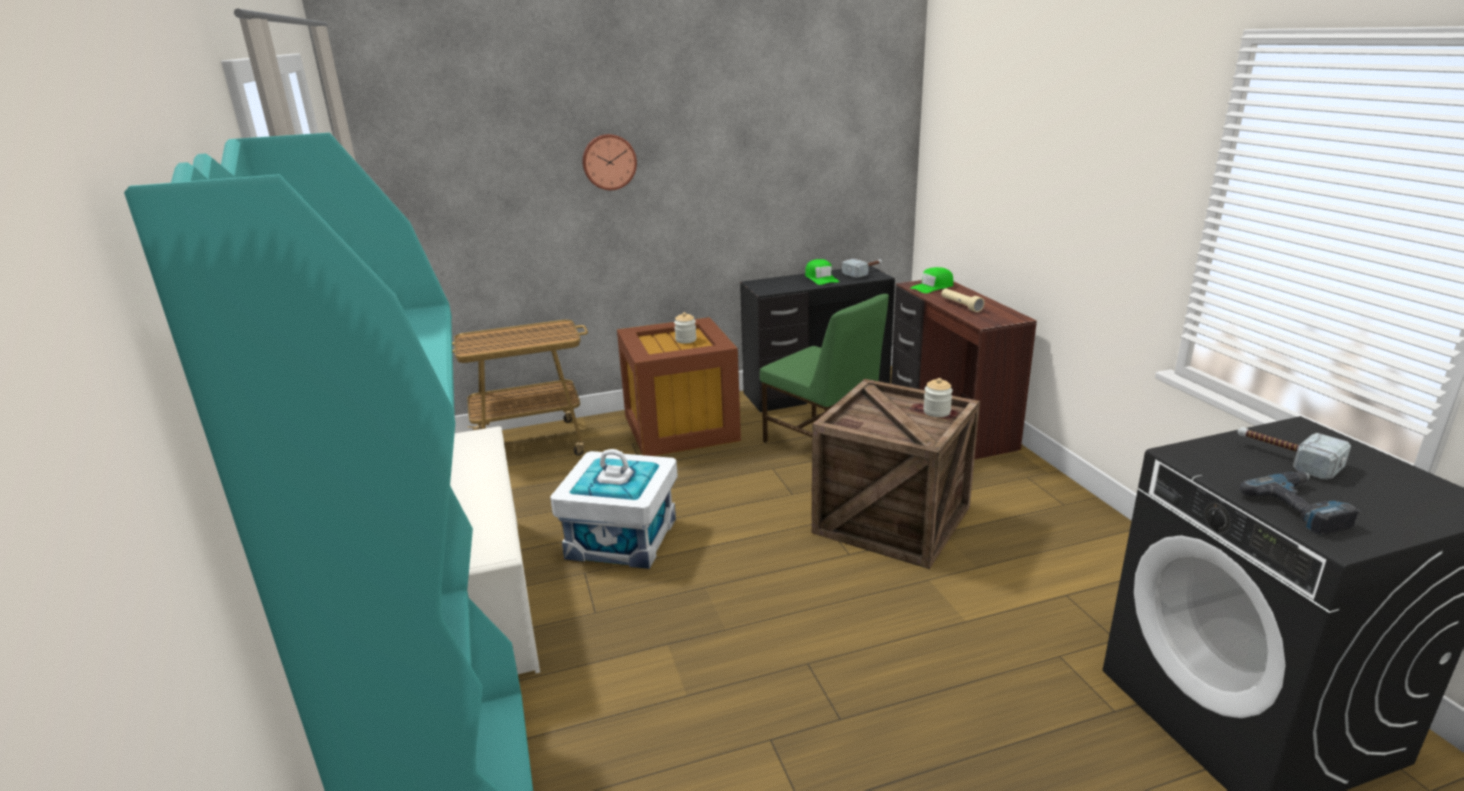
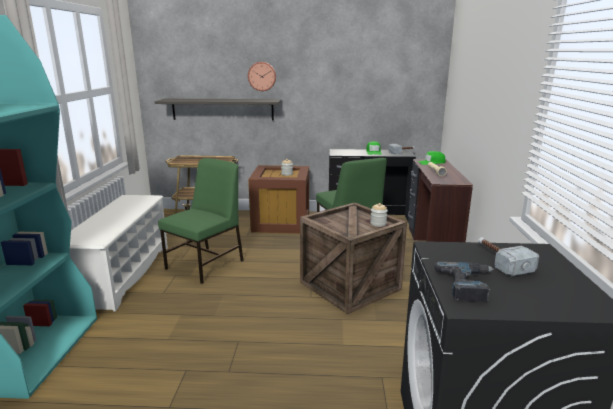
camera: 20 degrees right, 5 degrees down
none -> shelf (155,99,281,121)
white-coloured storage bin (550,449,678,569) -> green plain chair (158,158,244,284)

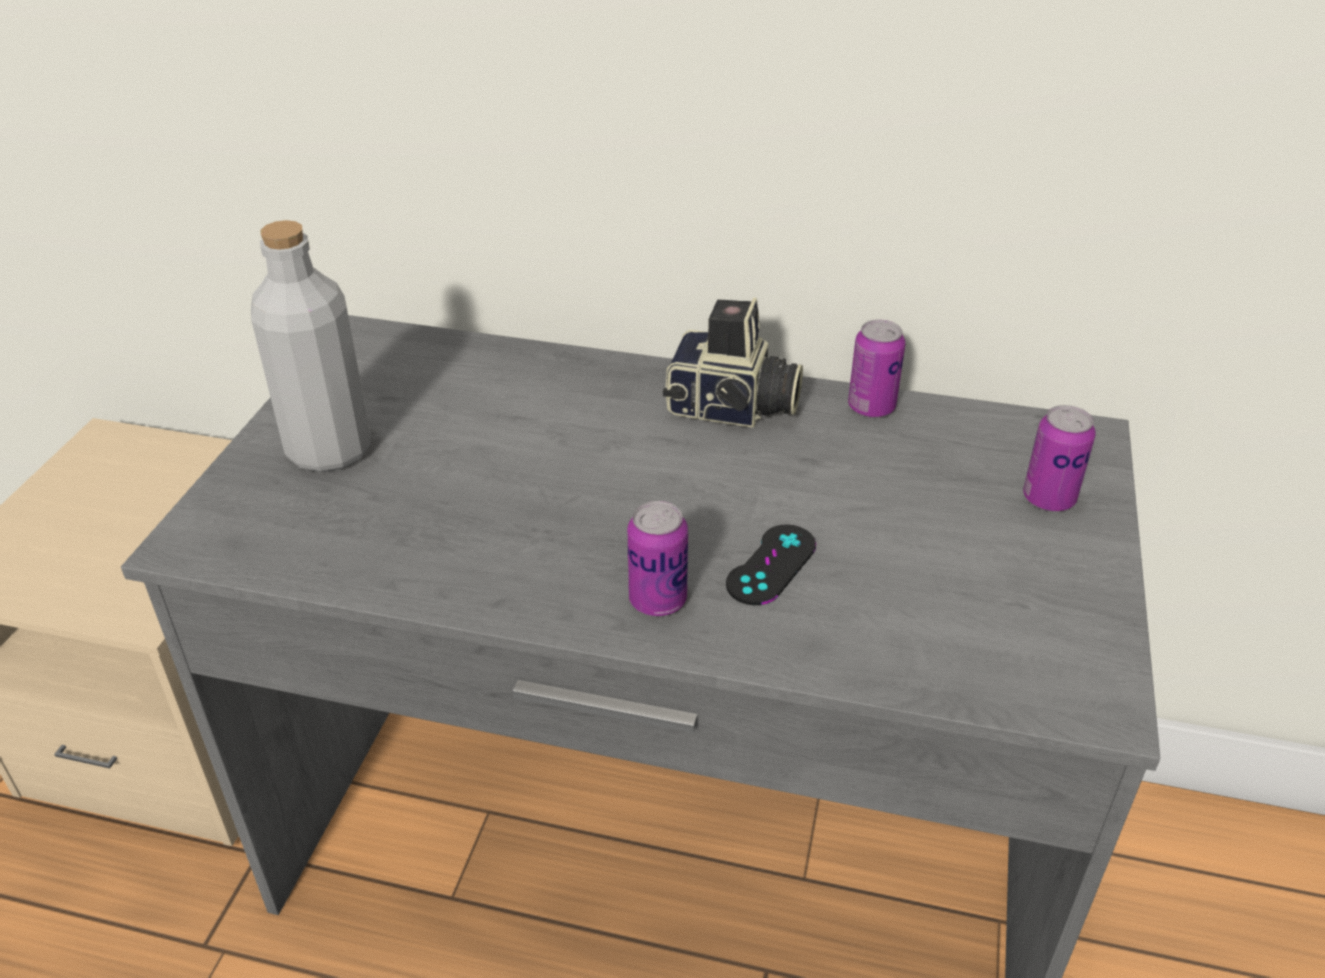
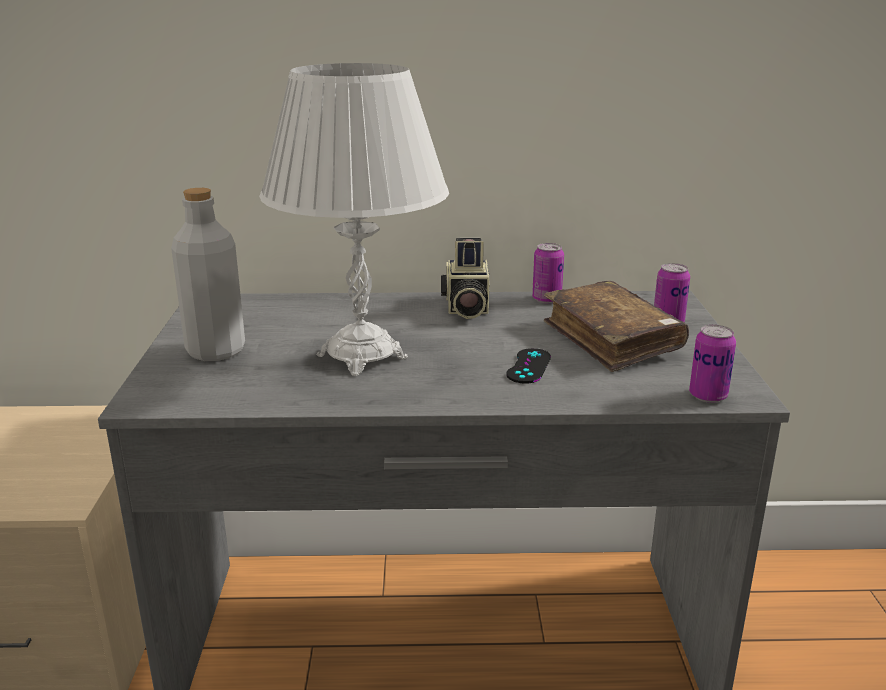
camera: 15 degrees left, 15 degrees down
none -> white-coloured tabletop lamp (259,63,449,376)
photo camera (663,298,803,428) -> photo camera (441,238,490,319), 90 degrees clockwise
none -> brown-coloured book (544,281,689,372)
metal can (627,501,688,616) -> metal can (689,325,736,403), shifted

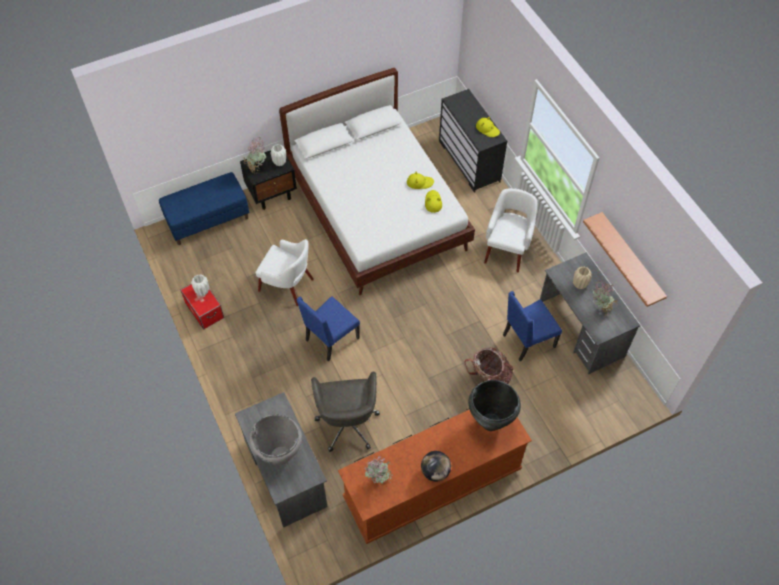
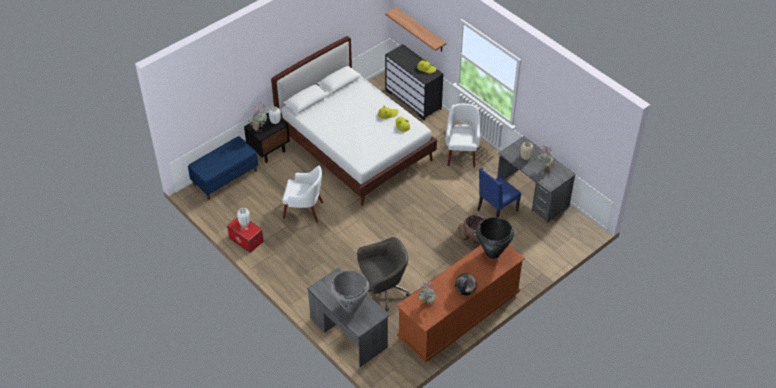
camera: 15 degrees left, 10 degrees down
gray desk chair (311,371,380,452) -> gray desk chair (357,237,410,311), 90 degrees counterclockwise
shelf (583,212,667,307) -> shelf (385,7,446,52), shifted
blue-coloured plain chair (297,296,360,362) -> none

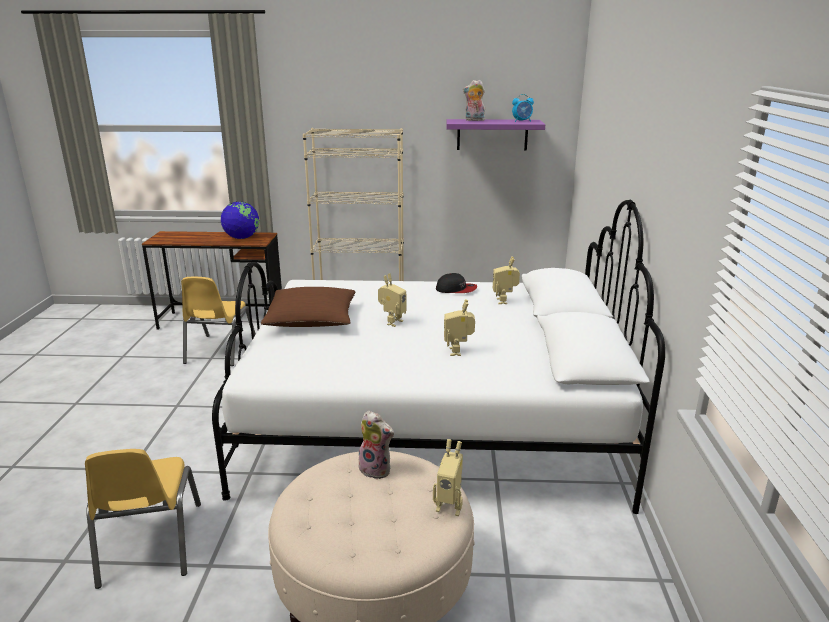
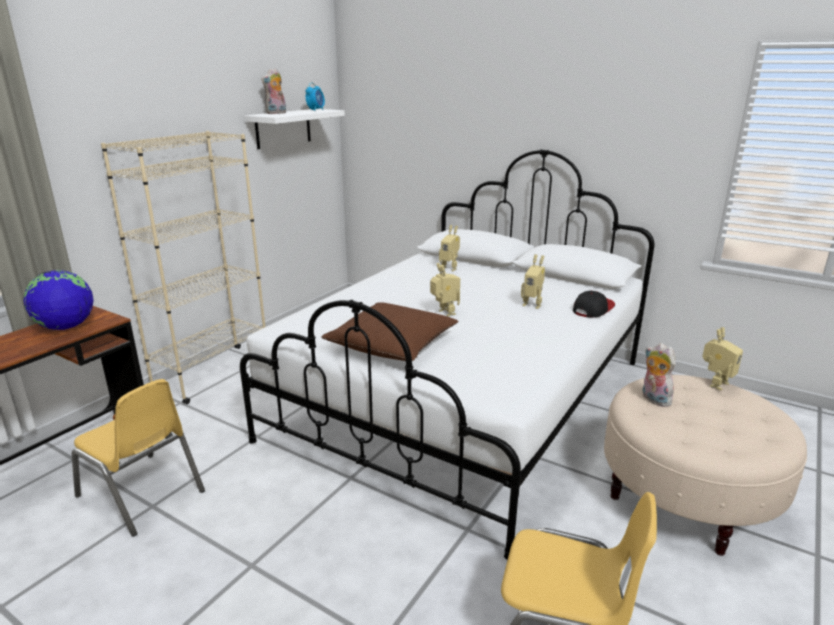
camera: 60 degrees left, 0 degrees up
purple-coloured shelf (446,119,545,151) -> white-coloured shelf (244,109,345,149)
cap (436,273,477,293) -> cap (573,291,615,318), shifted
plush toy (358,411,394,480) -> plush toy (642,343,676,407), 90 degrees counterclockwise

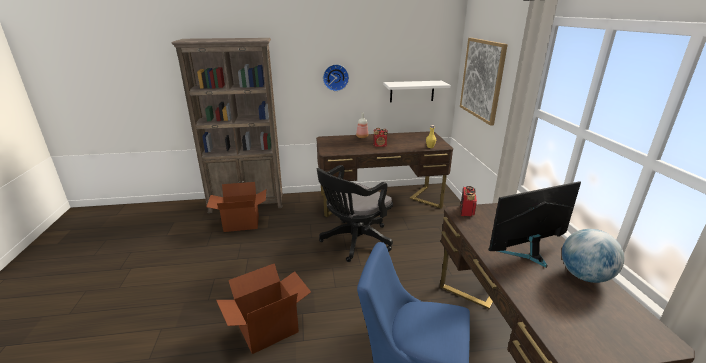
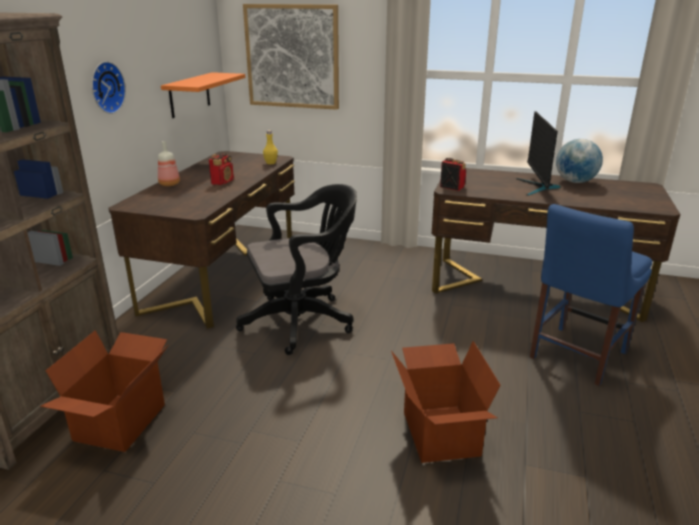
camera: 65 degrees left, 0 degrees up
white-coloured shelf (383,81,451,102) -> orange shelf (161,72,245,118)
black desk chair (317,165,393,262) -> black desk chair (236,184,357,355), 90 degrees counterclockwise

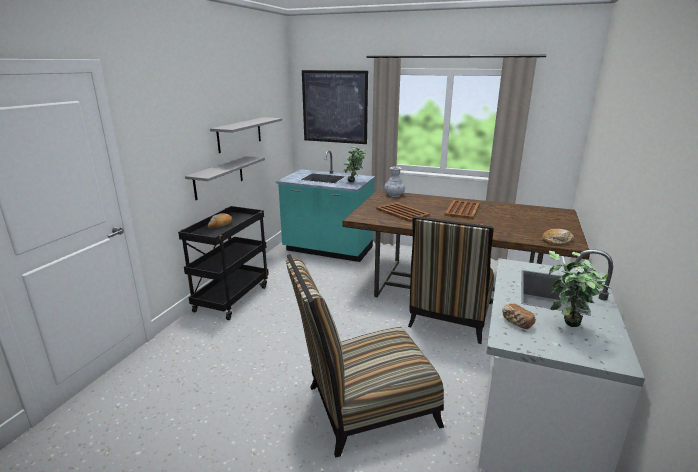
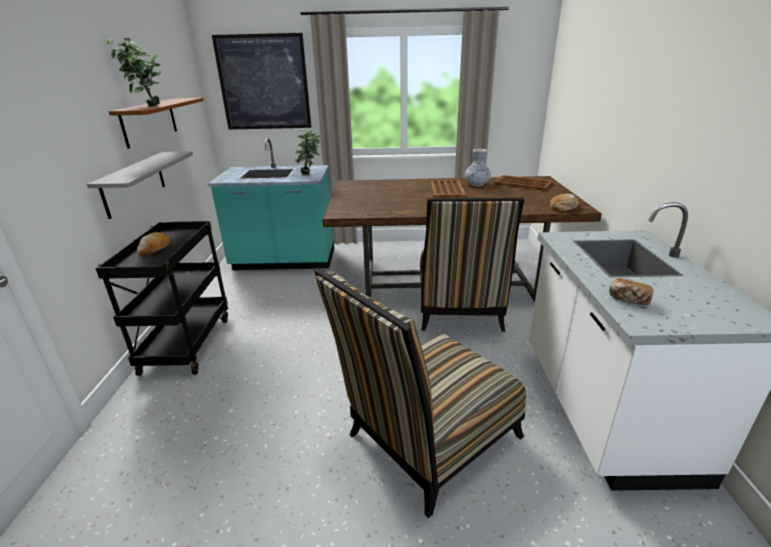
camera: 20 degrees left, 5 degrees up
houseplant (549,251,610,327) -> houseplant (107,38,161,106), shifted
gray shelf (210,117,282,153) -> brown-coloured shelf (109,98,204,149)
decorative vase (384,167,405,197) -> decorative vase (465,149,491,186), shifted
brown-coloured tray (376,202,430,222) -> brown-coloured tray (493,175,553,191), shifted

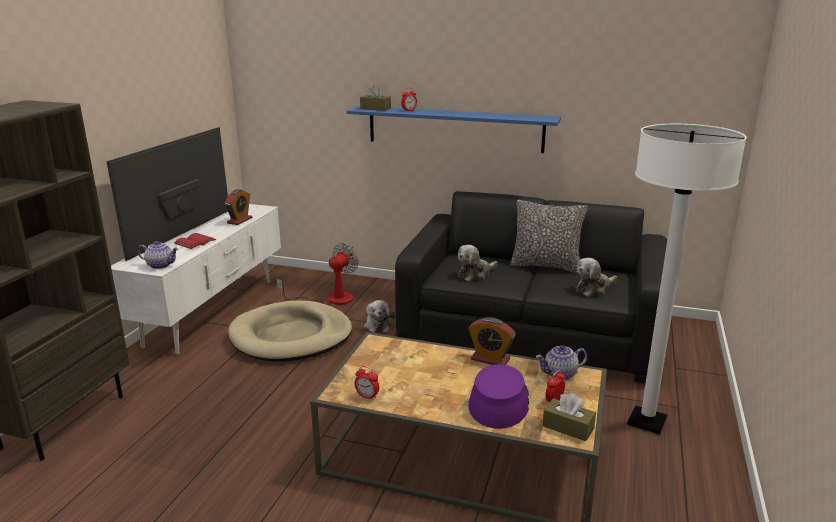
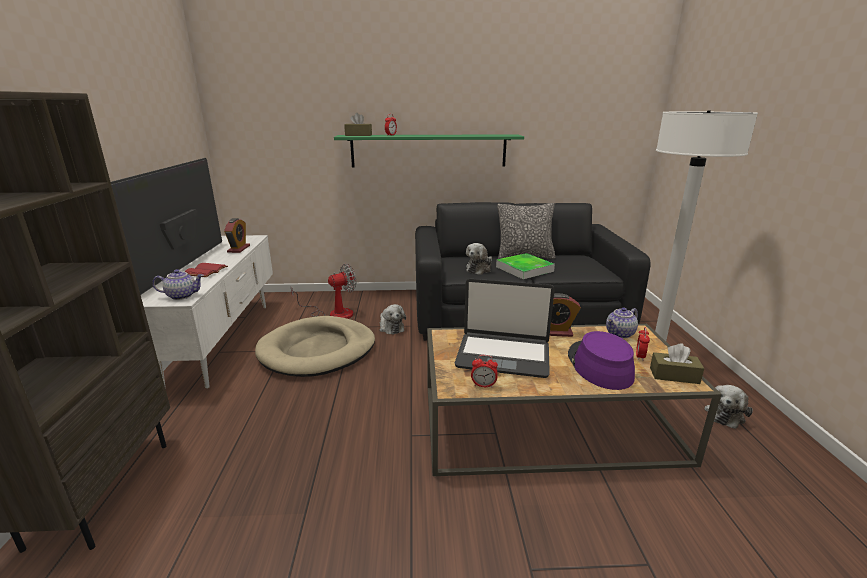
camera: 20 degrees left, 0 degrees up
fan (276,243,359,306) -> fan (291,264,356,319), 45 degrees clockwise
blue-coloured shelf (346,106,561,153) -> green shelf (334,134,524,168)
none -> notebook computer (455,279,555,378)
none -> tray (496,253,555,279)
plush toy (576,258,617,297) -> plush toy (704,385,753,429), shifted

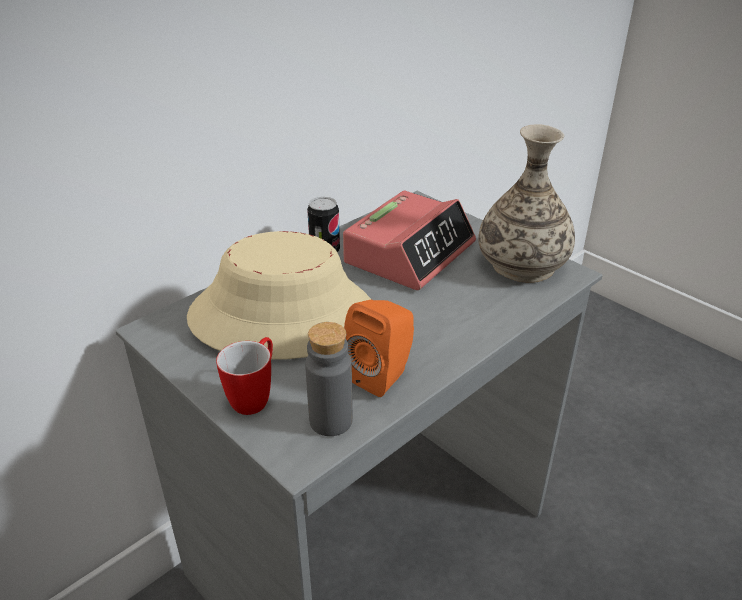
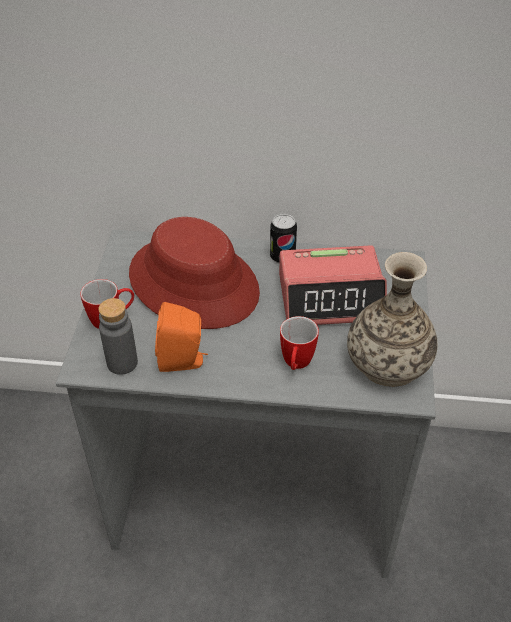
camera: 50 degrees right, 10 degrees up
beige wearable hat (187,231,371,360) -> reddish wearable hat (129,217,260,329)
none -> mug (280,316,319,370)

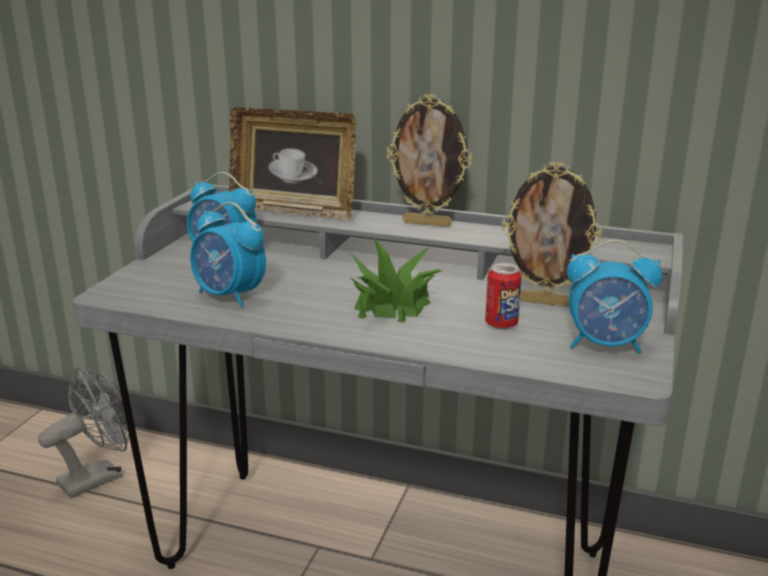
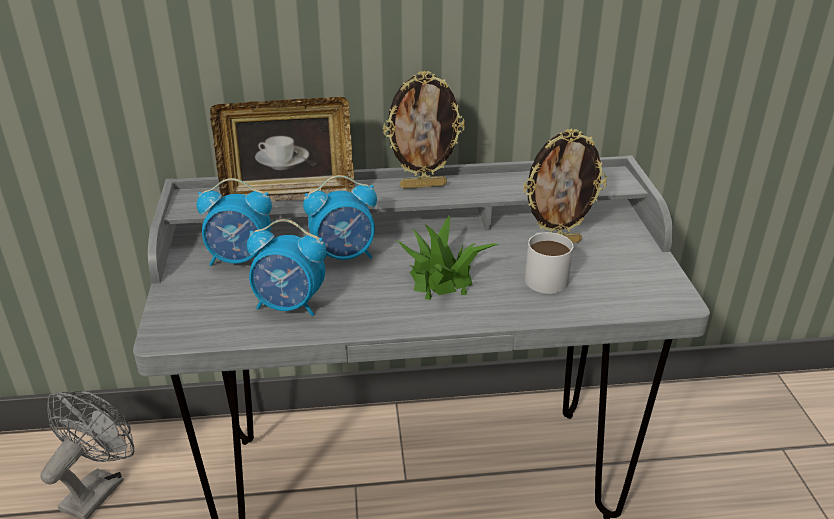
camera: 25 degrees left, 10 degrees up
bedside clock (567,240,662,354) -> bedside clock (303,175,377,260), shifted
metal can (485,263,522,329) -> white-coloured mug (525,232,573,294)

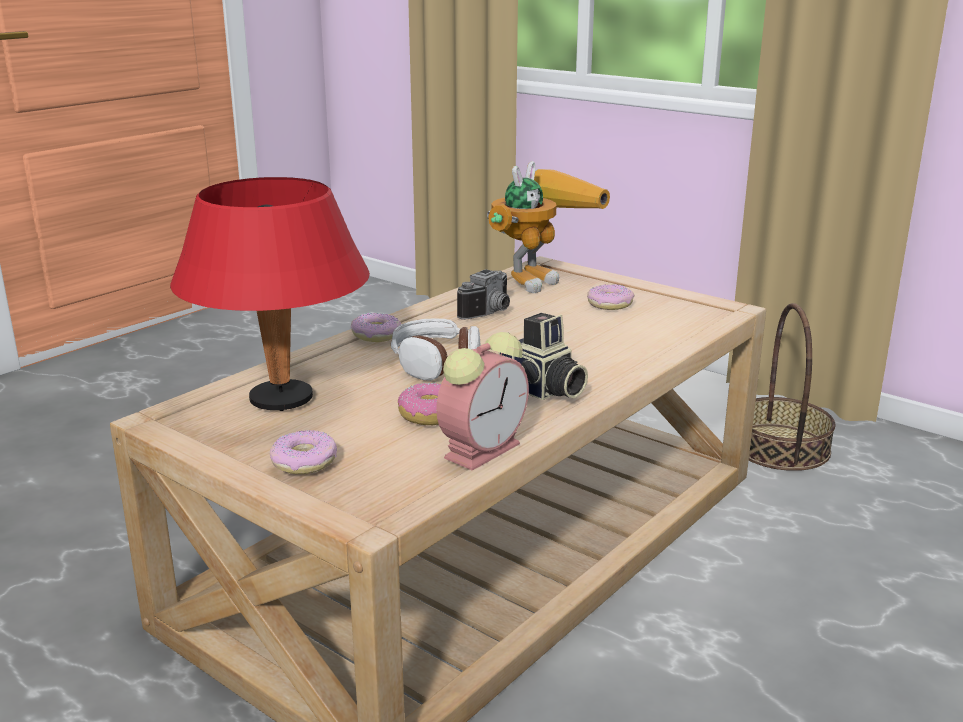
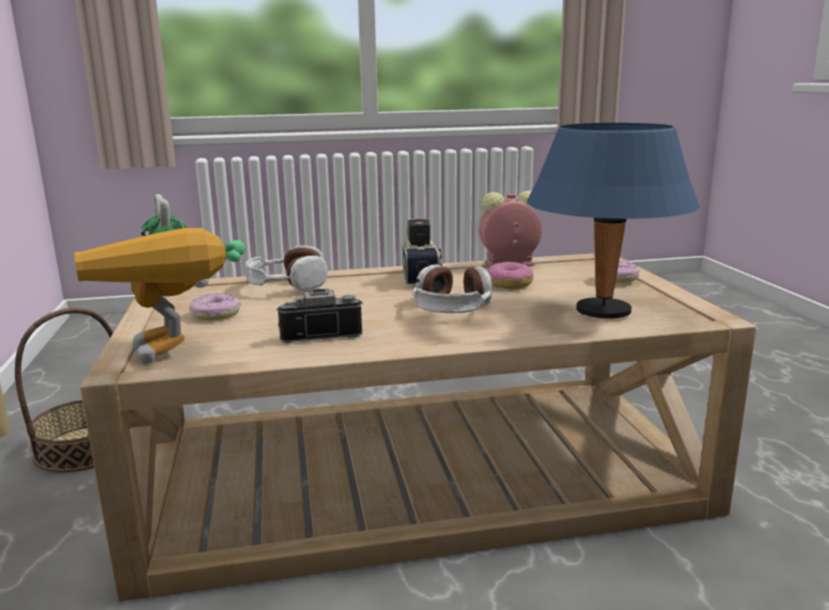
camera: 140 degrees left, 5 degrees down
robot figure (487,161,610,293) -> robot figure (74,194,245,365), 105 degrees counterclockwise
none -> pair of headphones (245,246,328,291)
reddish tabletop lamp (170,177,370,411) -> blue-coloured tabletop lamp (527,123,700,319)
doughnut (351,313,401,342) -> none

